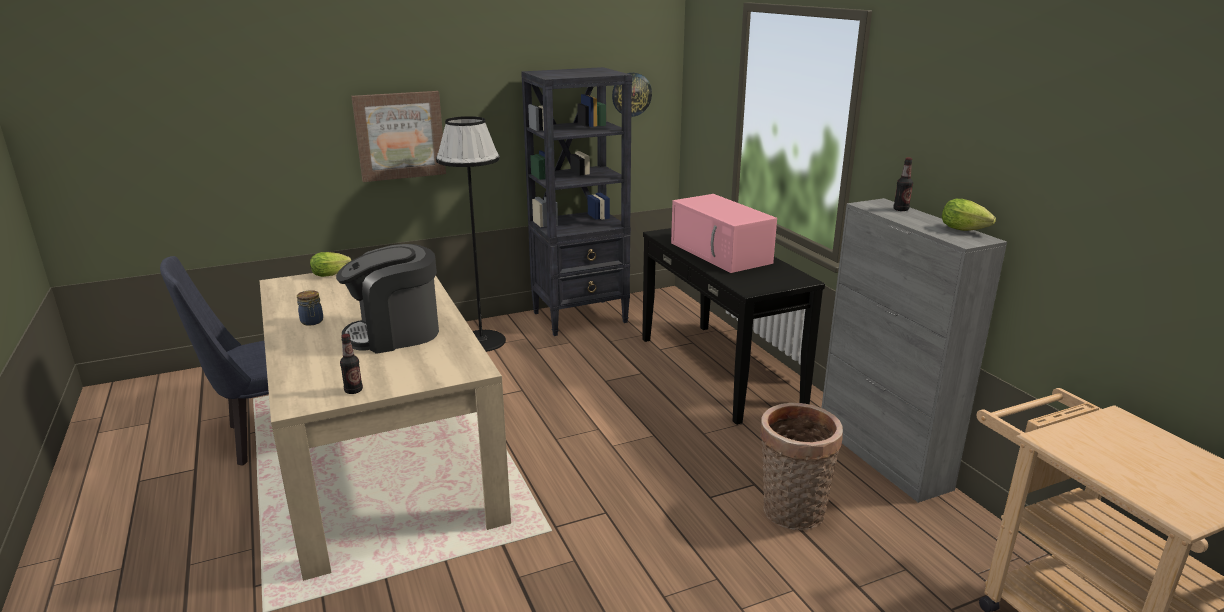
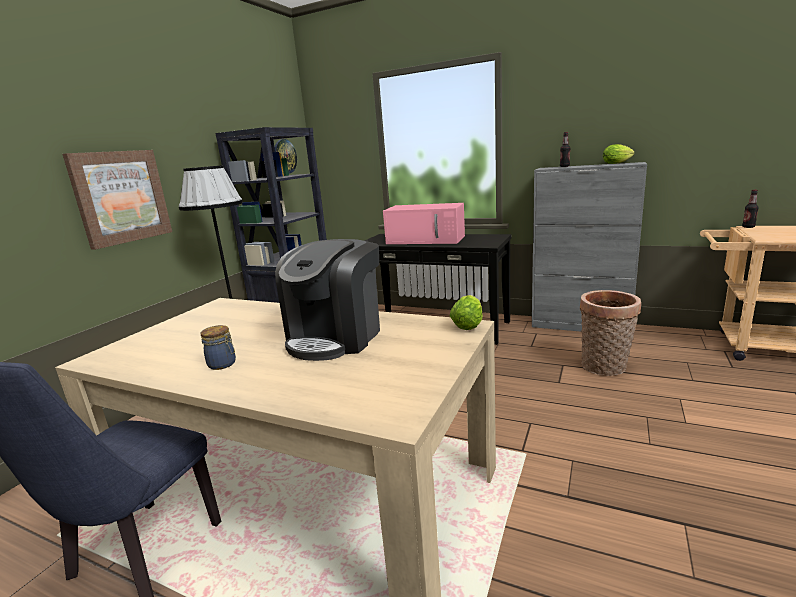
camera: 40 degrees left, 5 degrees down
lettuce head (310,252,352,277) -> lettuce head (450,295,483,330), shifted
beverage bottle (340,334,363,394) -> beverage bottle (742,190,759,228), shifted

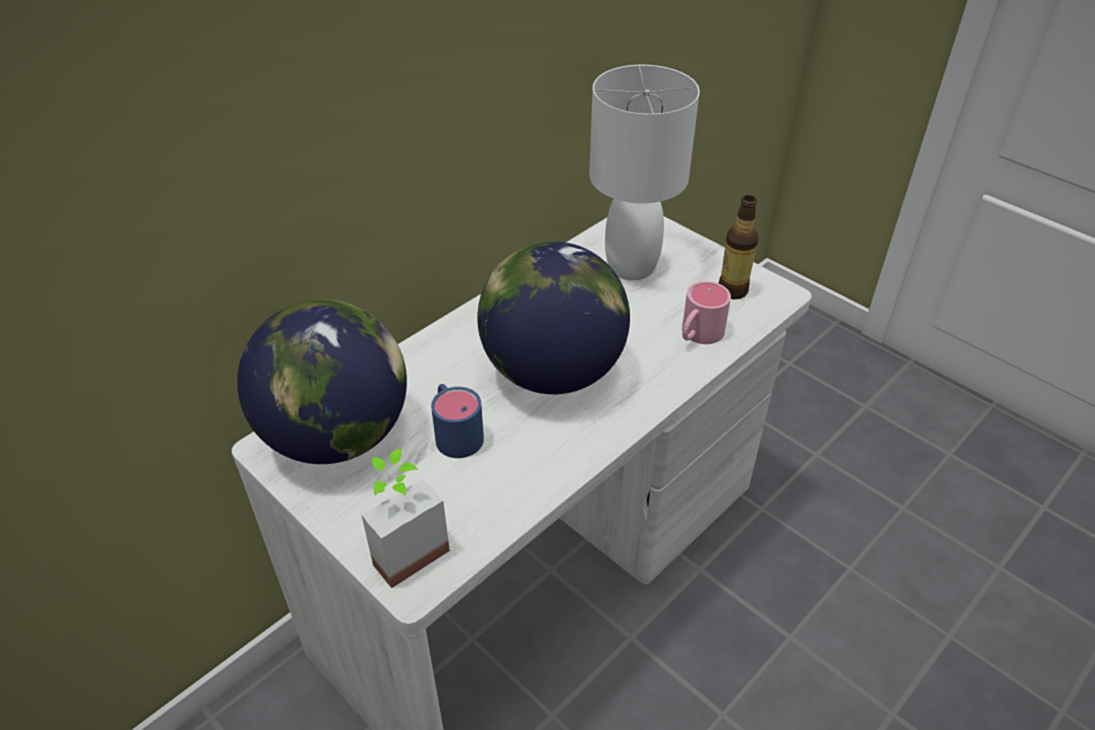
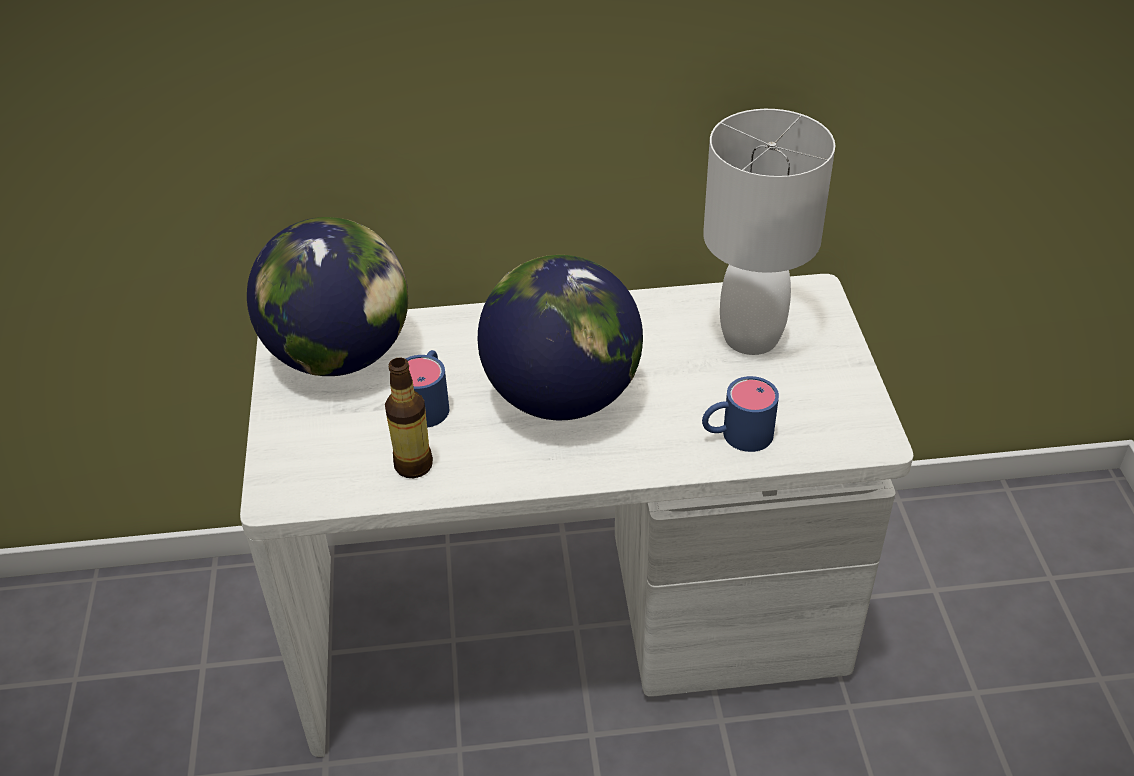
camera: 40 degrees right, 0 degrees up
beverage bottle (719,195,758,299) -> beverage bottle (385,358,433,478), shifted
pink-coloured mug (682,281,731,344) -> blue-coloured mug (702,376,779,452)
houseplant (361,448,450,588) -> none

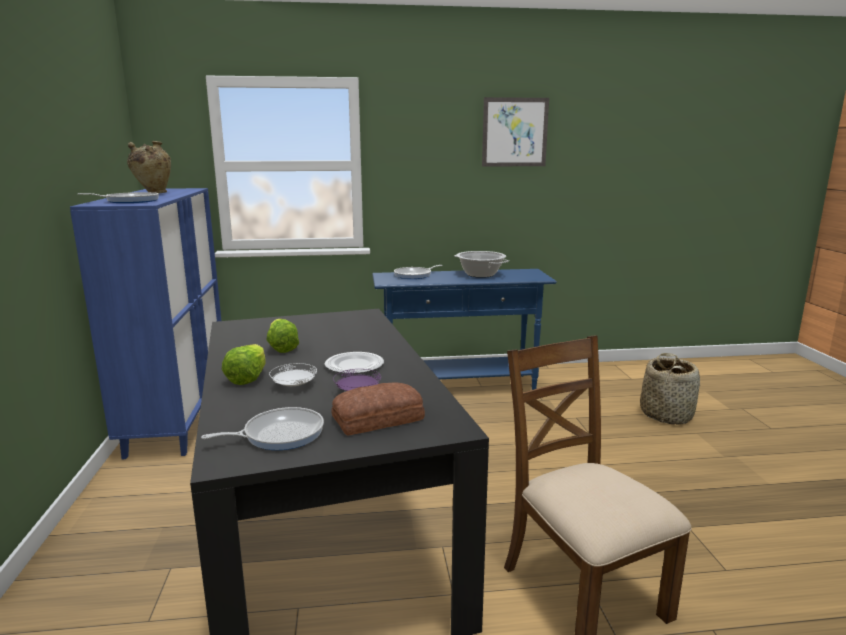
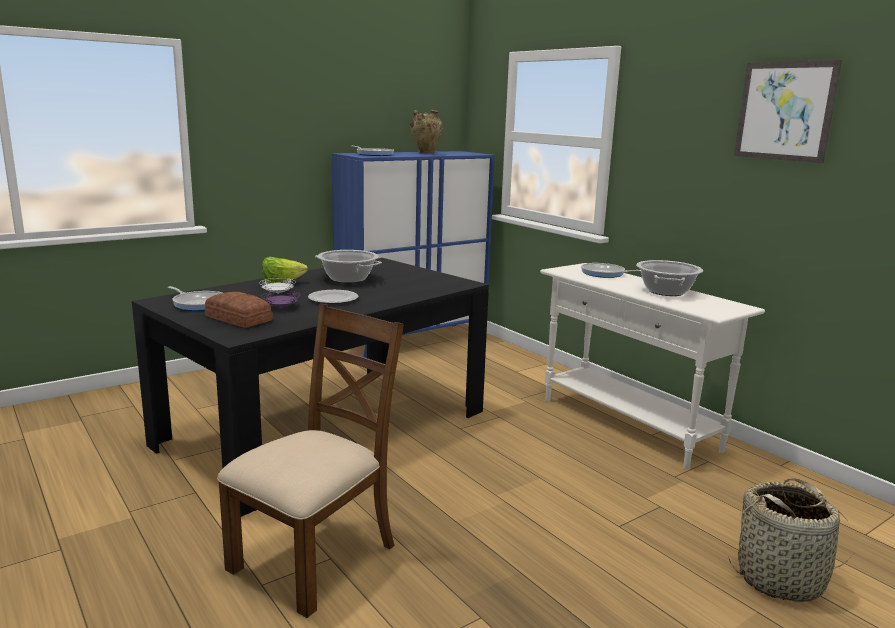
camera: 60 degrees right, 0 degrees up
lettuce head (266,319,299,353) -> saucepot (315,250,382,283)
blue-coloured hall table (372,269,557,390) -> white-coloured hall table (540,263,765,469)

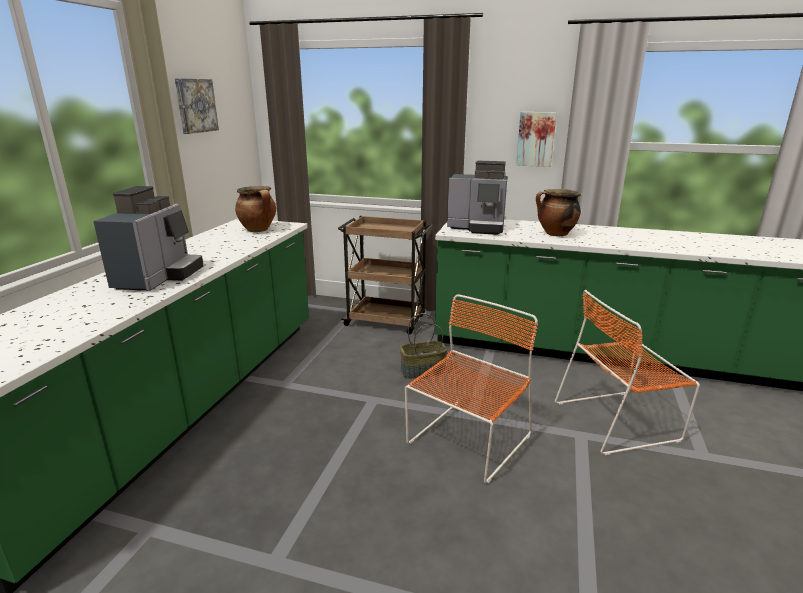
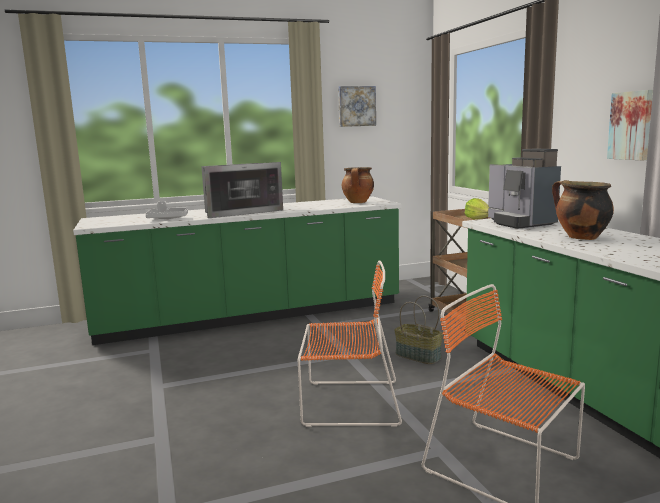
camera: 55 degrees right, 10 degrees down
none -> gray tray (146,202,188,219)
coffee brewer (93,186,204,291) -> microwave (201,162,283,218)
none -> lettuce head (465,198,489,219)

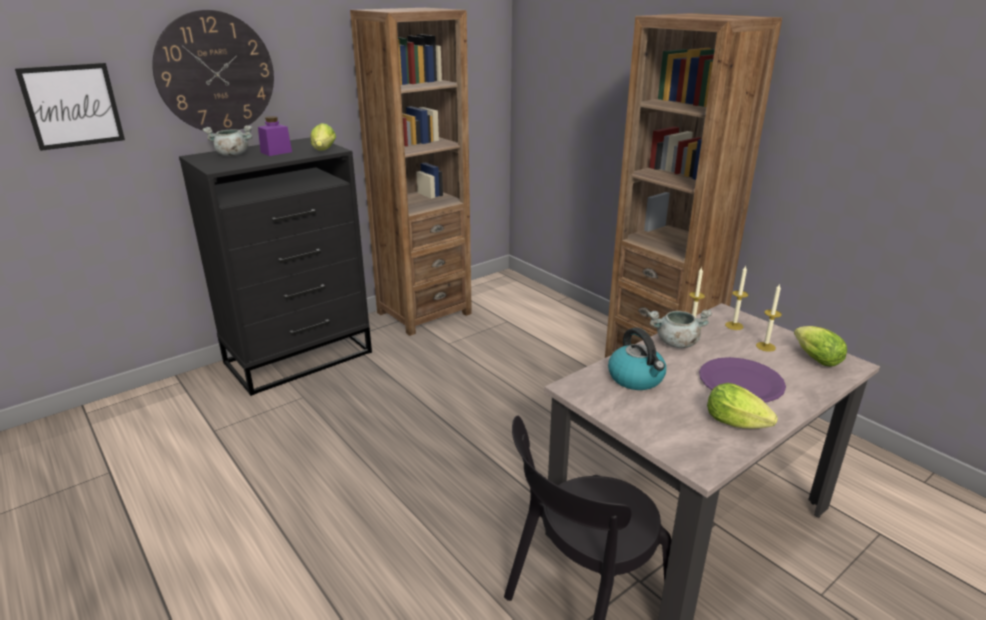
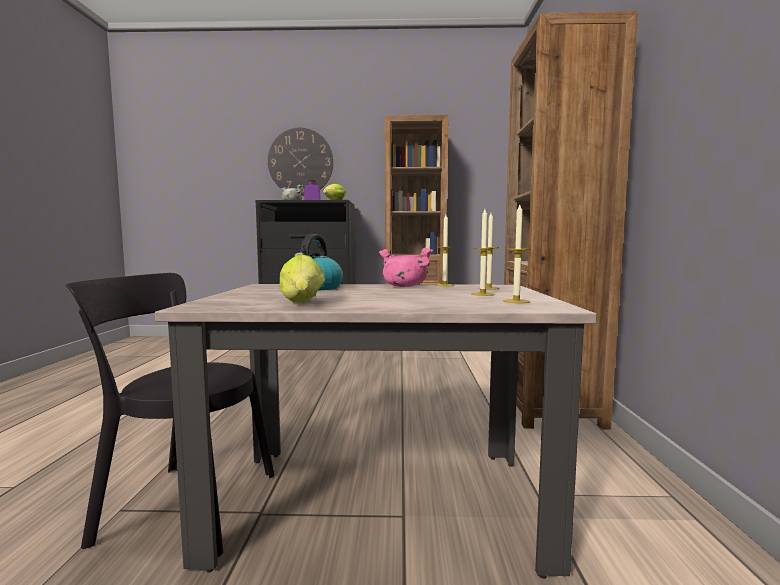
camera: 40 degrees right, 20 degrees down
gray saucepot (648,310,712,348) -> pink-coloured saucepot (379,248,433,287)
lettuce head (794,326,847,366) -> candle (503,205,530,303)
wall art (15,63,125,151) -> none
purple-coloured plate (699,357,786,402) -> none

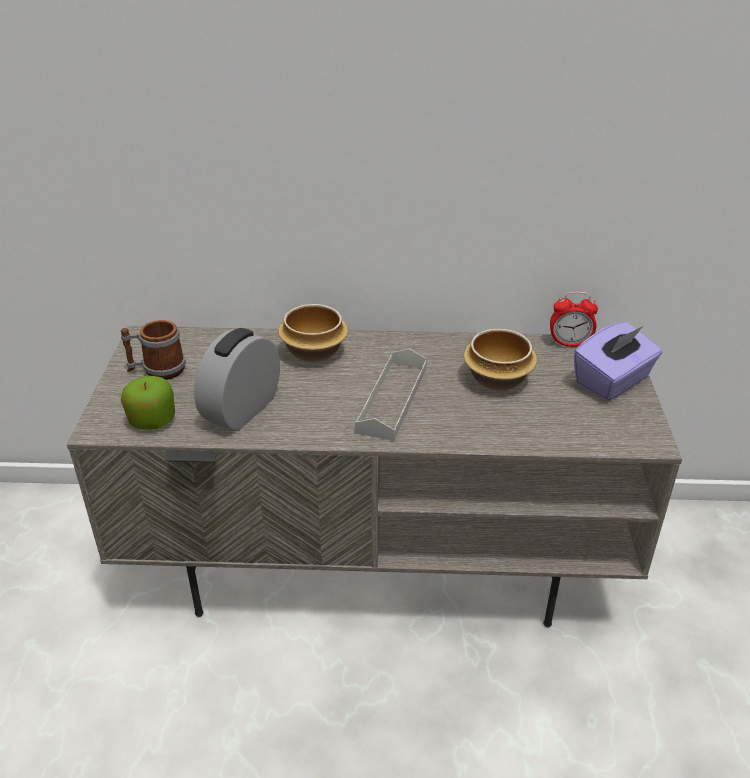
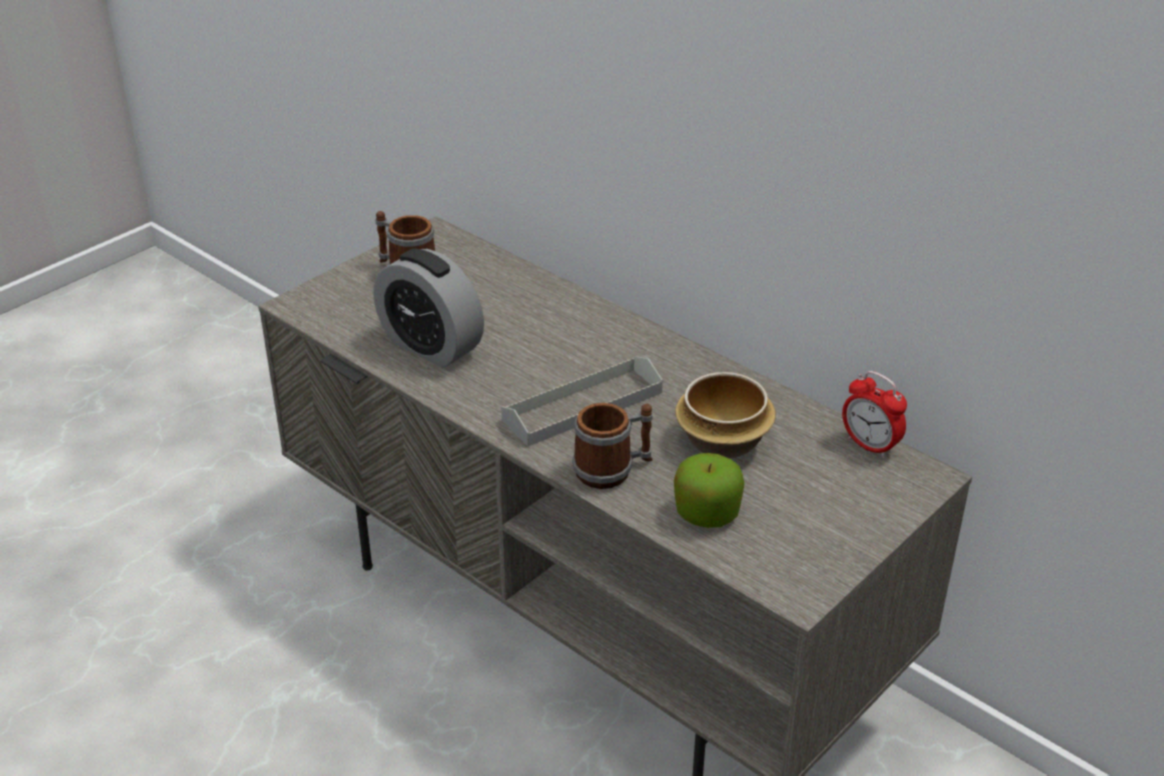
camera: 40 degrees right, 0 degrees up
bedside clock (194,328,280,431) -> bedside clock (374,249,484,368), 120 degrees counterclockwise
none -> mug (572,403,653,489)
whole apple (121,376,175,430) -> whole apple (674,453,745,528), shifted
deep dish (278,304,348,363) -> none
purple-coloured box of tissues (574,322,663,401) -> none

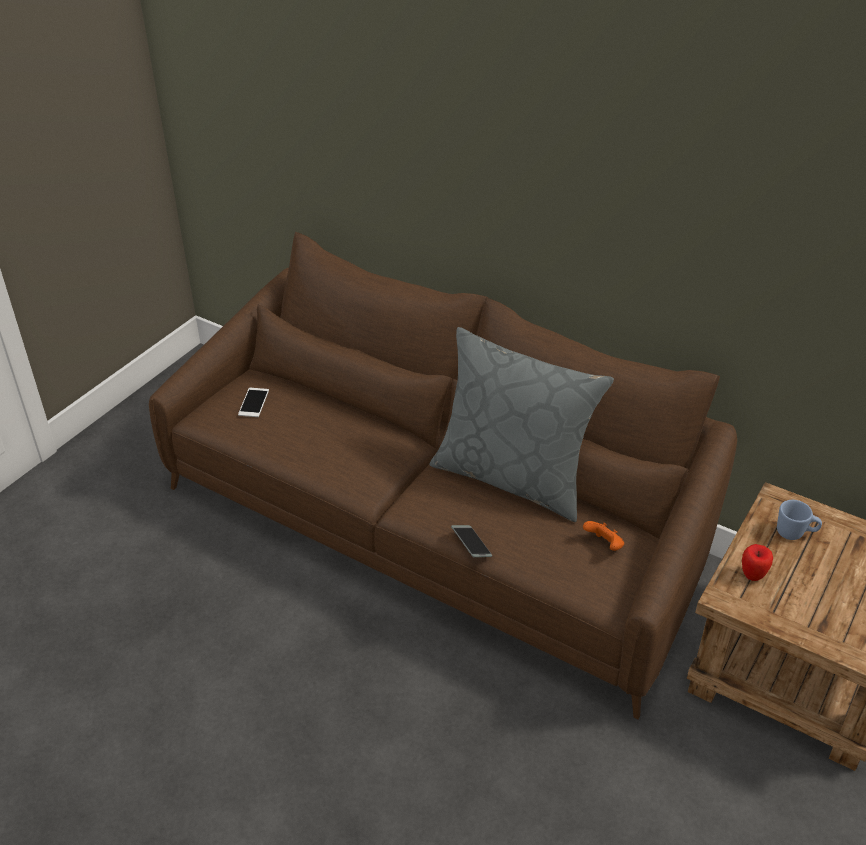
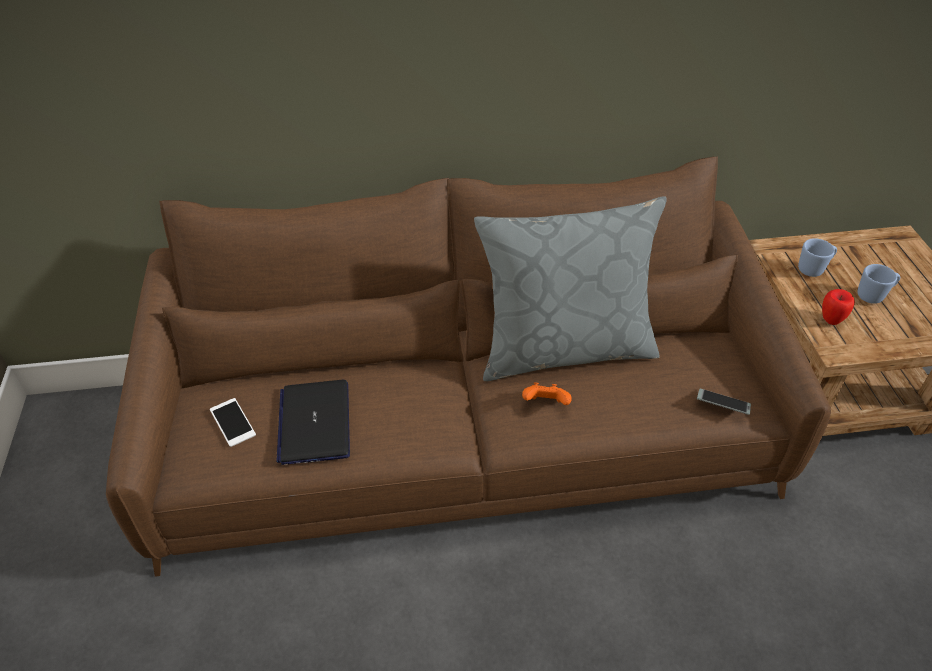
camera: 40 degrees left, 5 degrees up
none -> notebook computer (277,380,350,465)
orange joypad (583,521,624,551) -> orange joypad (522,382,572,405), shifted
phone (451,525,492,557) -> phone (697,389,751,415), shifted
none -> blue-coloured mug (858,264,900,304)

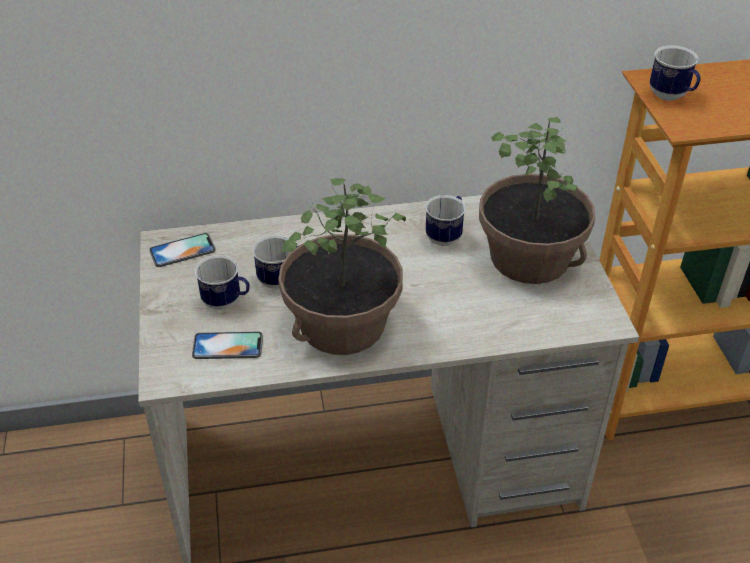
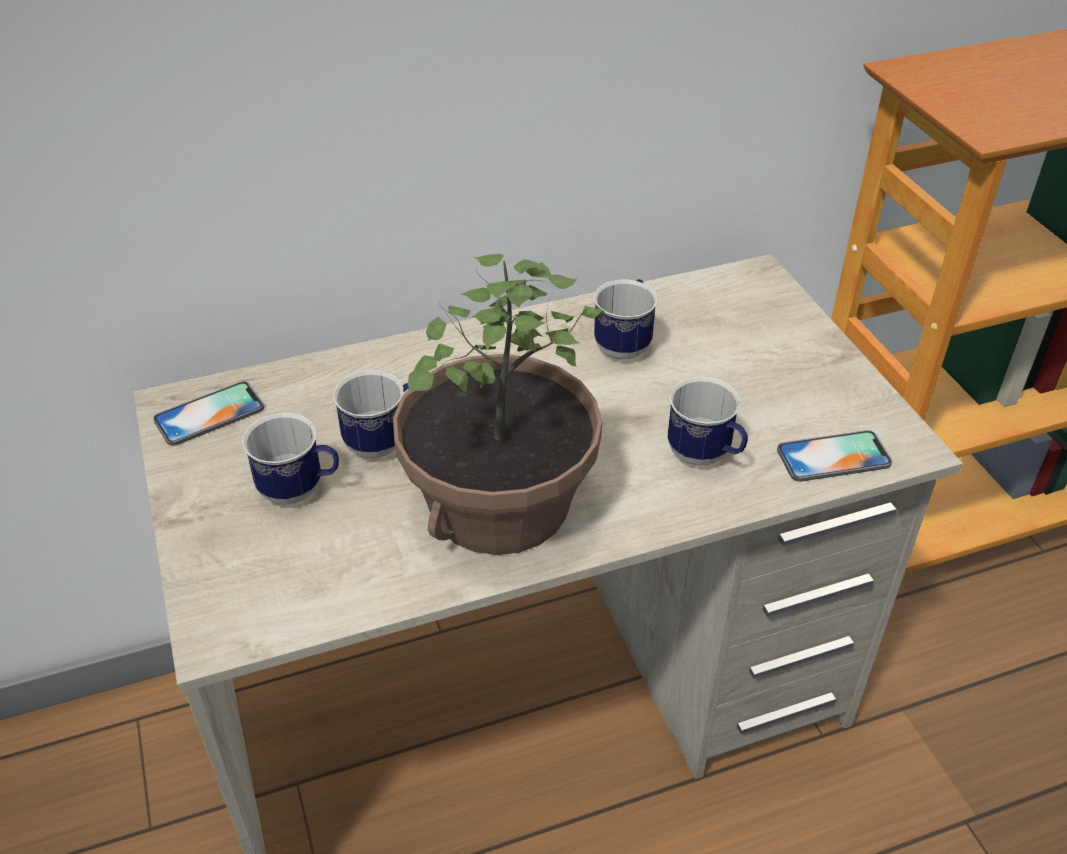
camera: 10 degrees left, 0 degrees up
mug (650,46,701,101) -> mug (667,377,748,466), shifted
phone (192,331,263,359) -> phone (777,430,892,482), shifted
houseplant (479,117,595,284) -> none

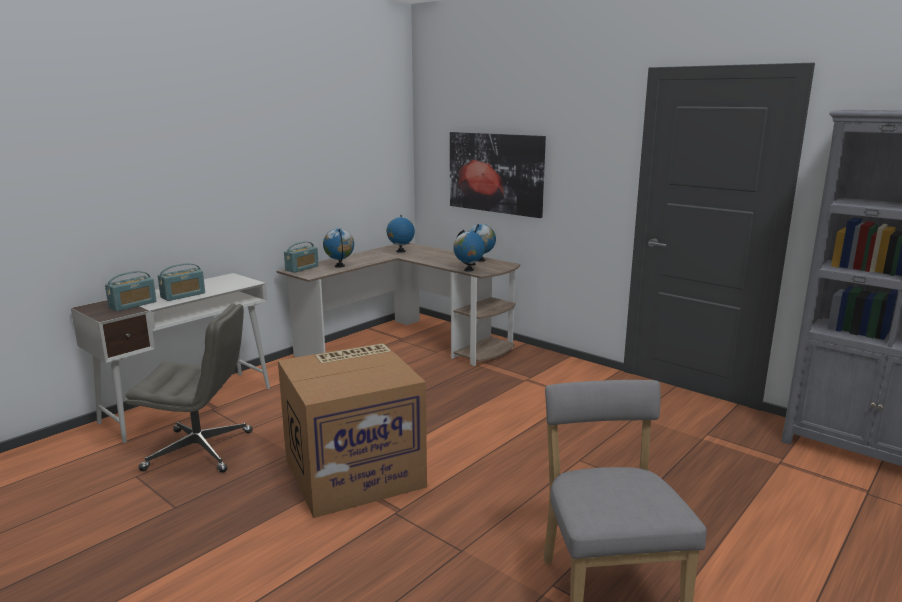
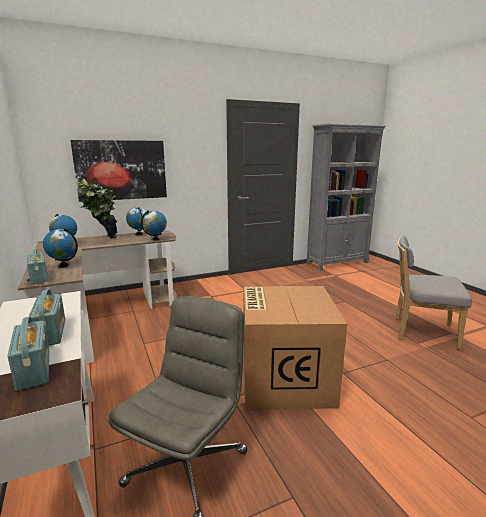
camera: 65 degrees left, 0 degrees up
none -> houseplant (77,179,117,239)

